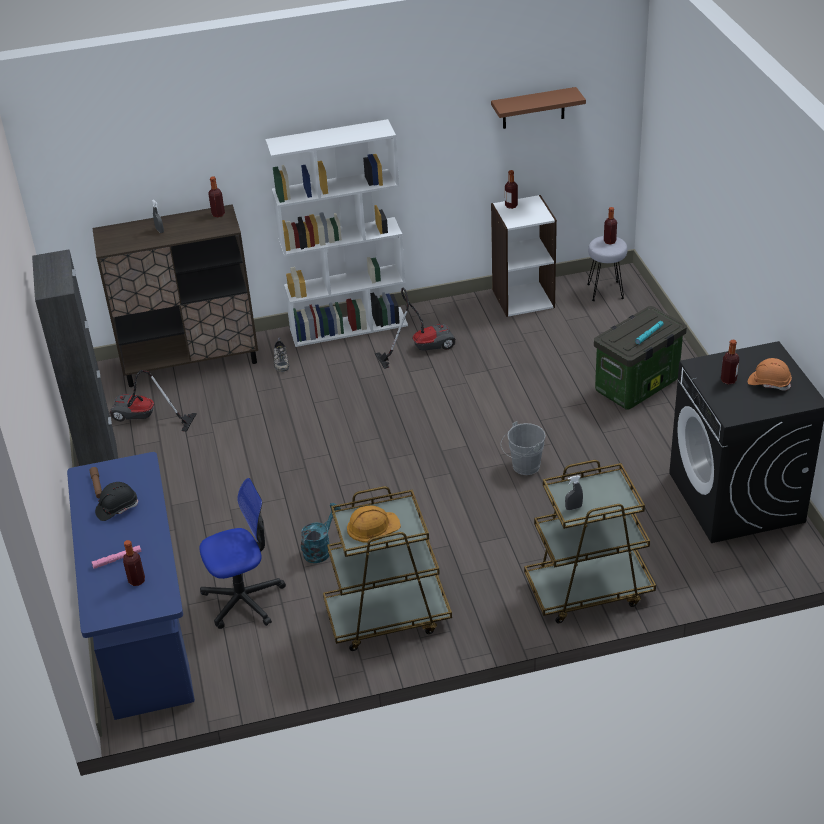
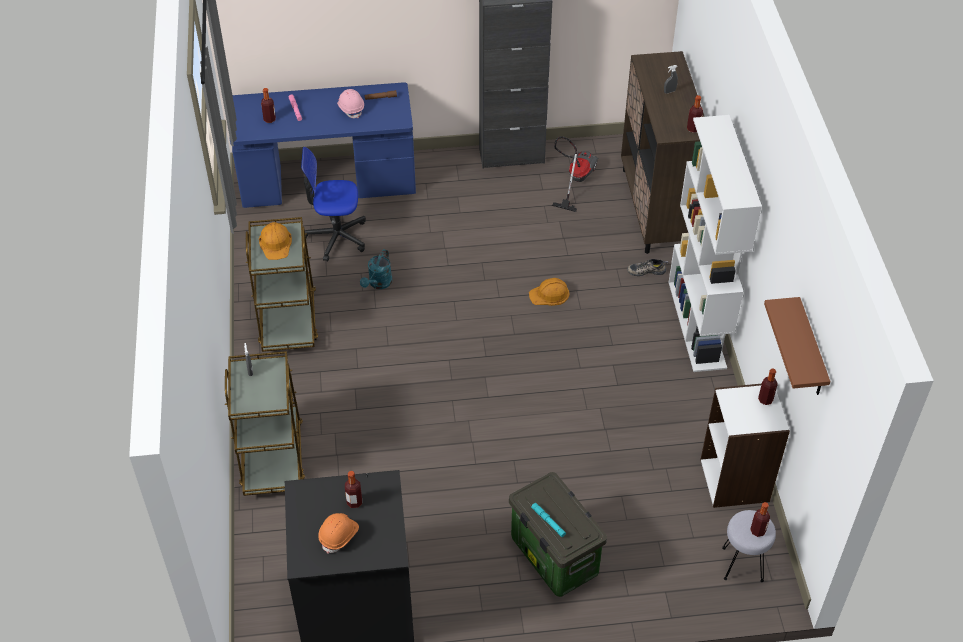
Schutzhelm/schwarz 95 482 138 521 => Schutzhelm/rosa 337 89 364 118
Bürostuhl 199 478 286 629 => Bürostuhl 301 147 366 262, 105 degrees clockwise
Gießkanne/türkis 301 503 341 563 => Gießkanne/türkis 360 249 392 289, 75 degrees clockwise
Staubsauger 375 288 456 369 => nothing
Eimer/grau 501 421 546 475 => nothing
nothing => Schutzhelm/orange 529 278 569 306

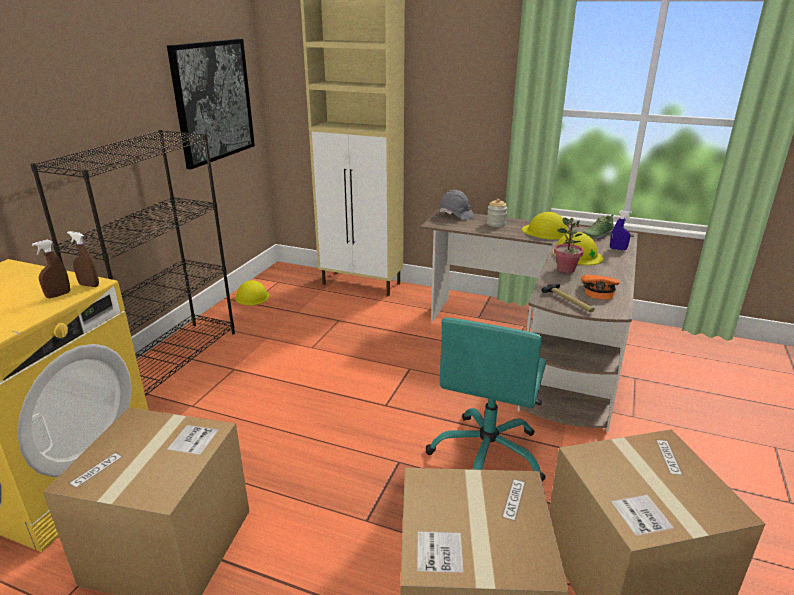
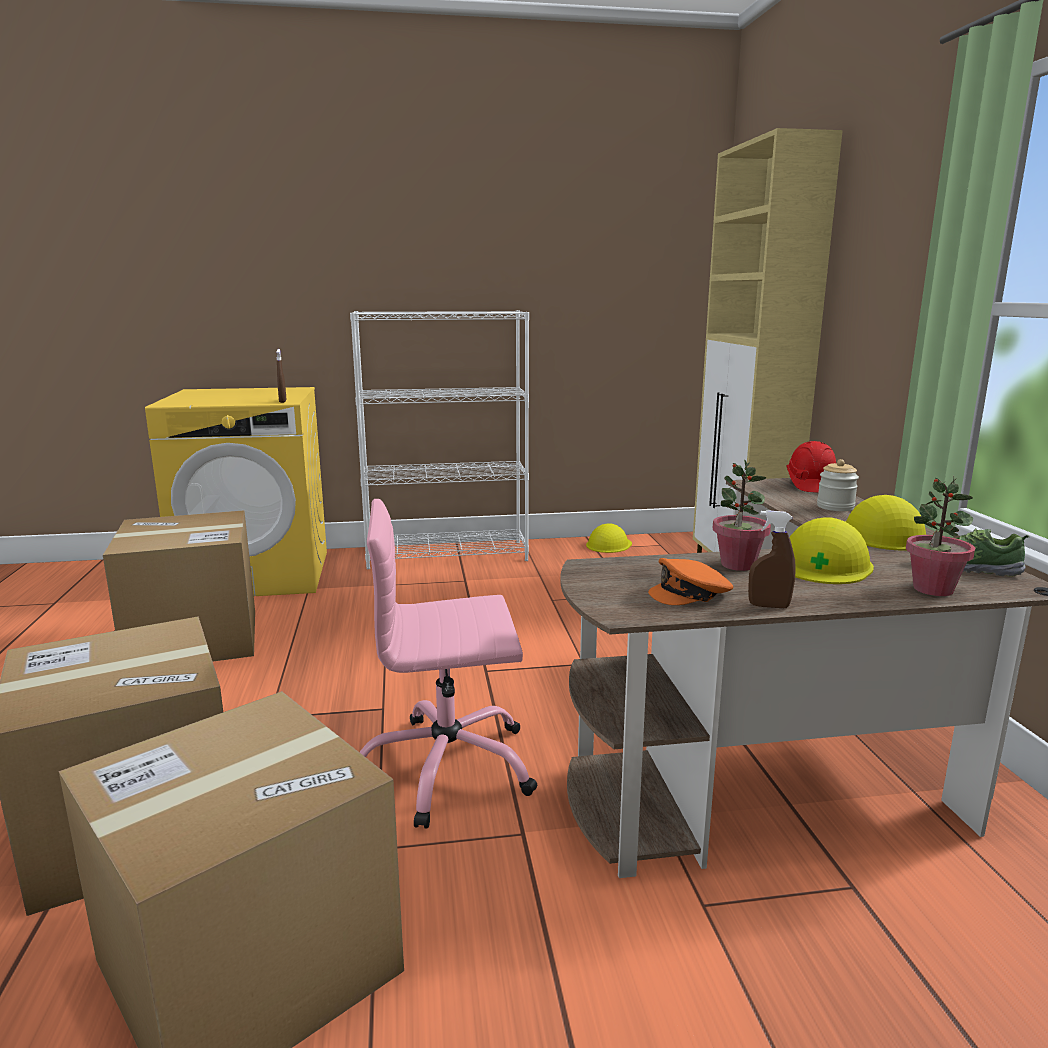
Bücherregal/schwarz 30 130 235 396 => Bücherregal/weiß 350 310 529 569
Sprühflasche/braun 32 240 70 298 => Sprühflasche/braun 748 510 796 608, move
Bild 167 39 255 169 => nothing
Bürostuhl/türkis 426 318 546 482 => Bürostuhl/rosa 360 499 538 829
Schutzhelm/grau 439 190 474 220 => Schutzhelm/rot 787 441 836 493
Hammer 542 284 595 312 => nothing
Sprühflasche/blau 610 210 632 250 => Topfpflanze 906 475 975 596

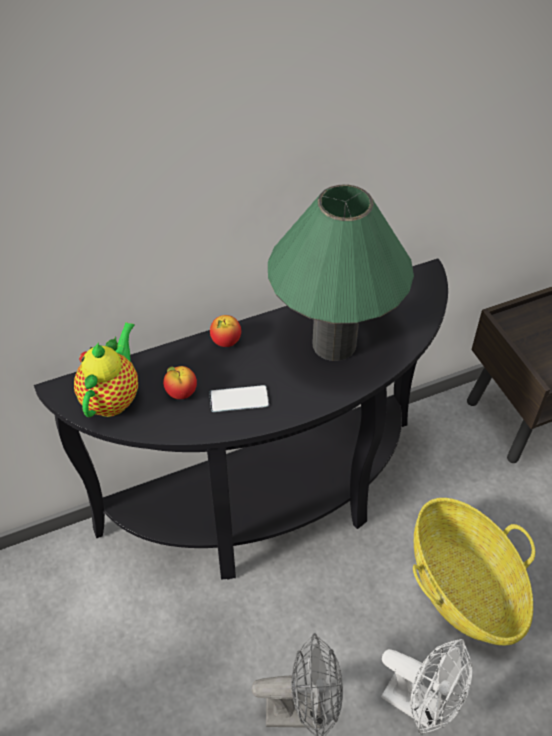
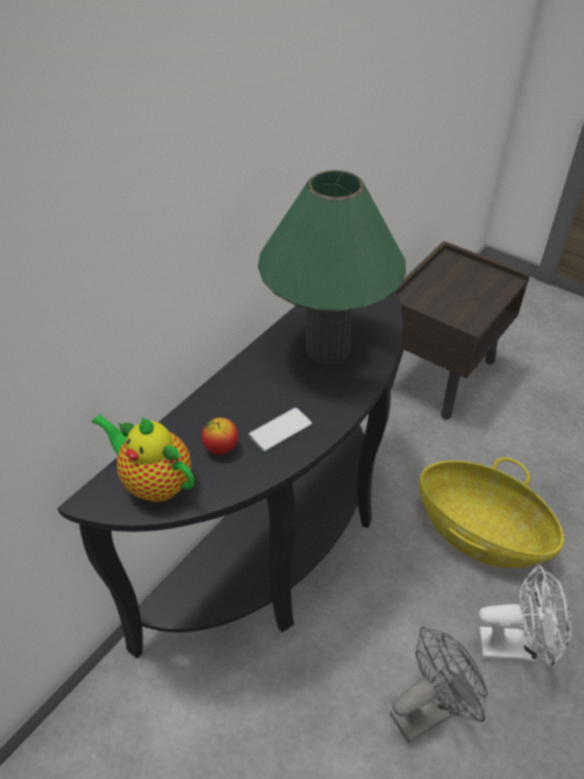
Teekanne 74 322 138 417 => Teekanne 91 414 194 502, 45 degrees counterclockwise
Apfel 210 315 241 347 => nothing

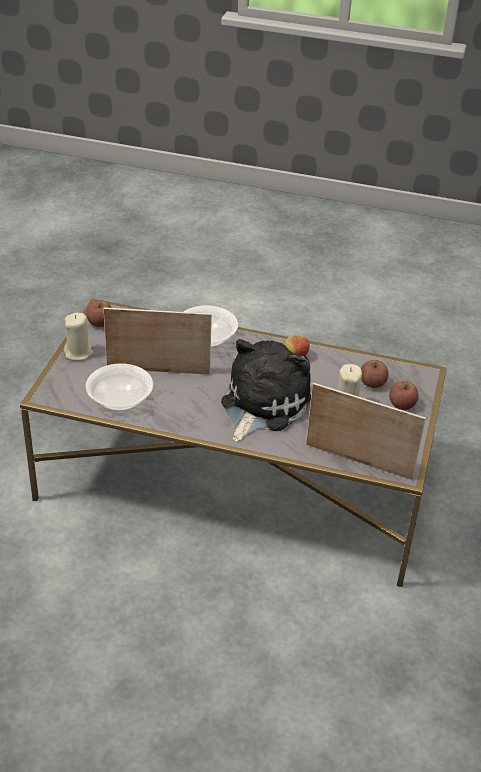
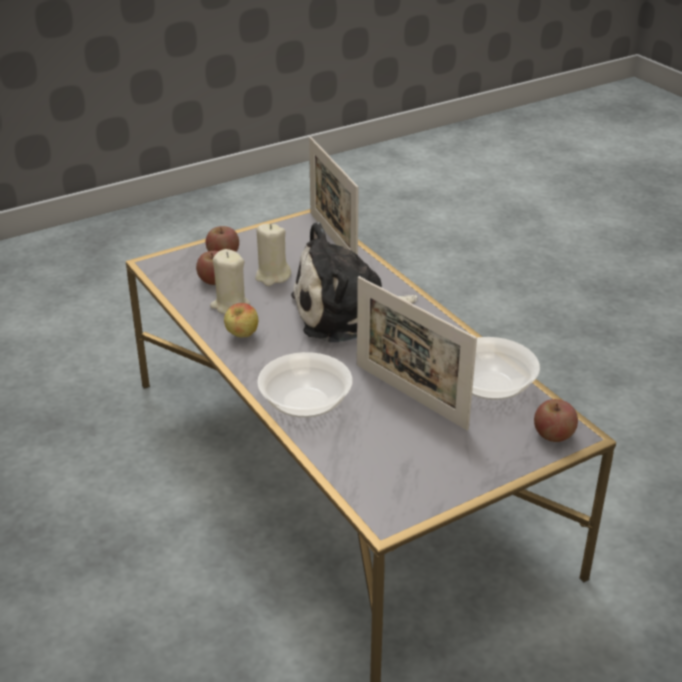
Kerze/beige 64 313 93 361 => Kerze/beige 210 249 250 314, move
Apfel 86 301 112 327 => Apfel 534 399 578 442, move

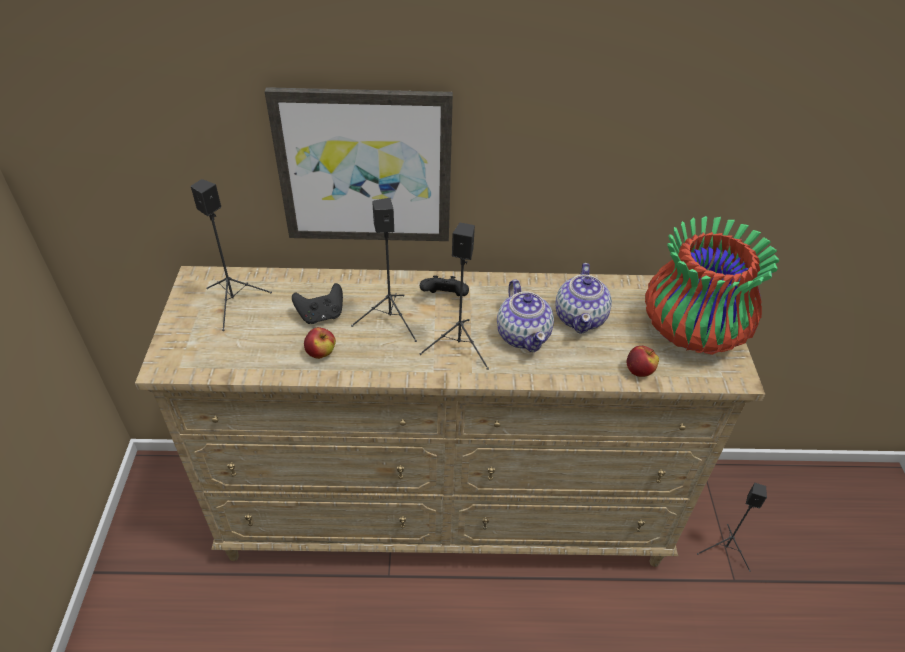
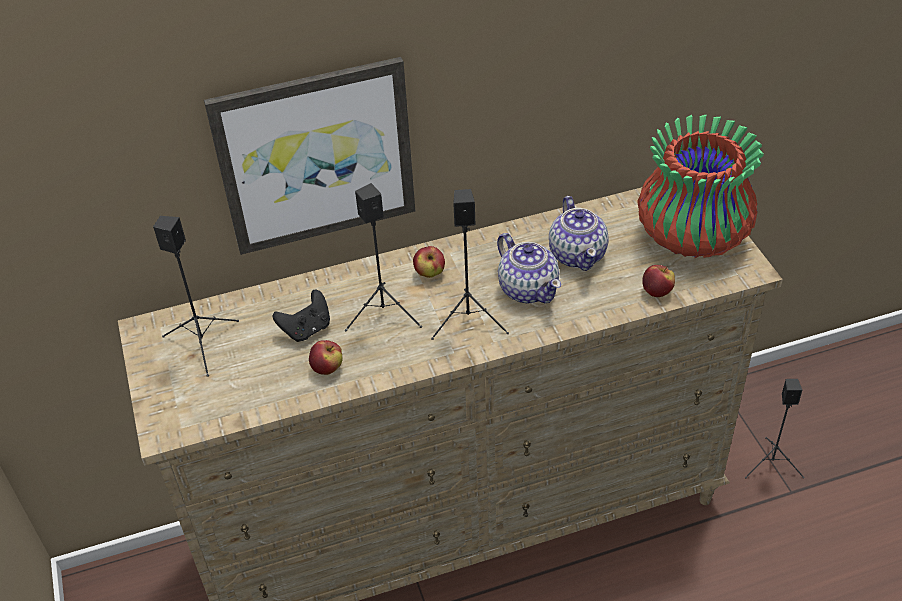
Gamepad/schwarz 420 275 469 296 => Apfel 413 246 445 278

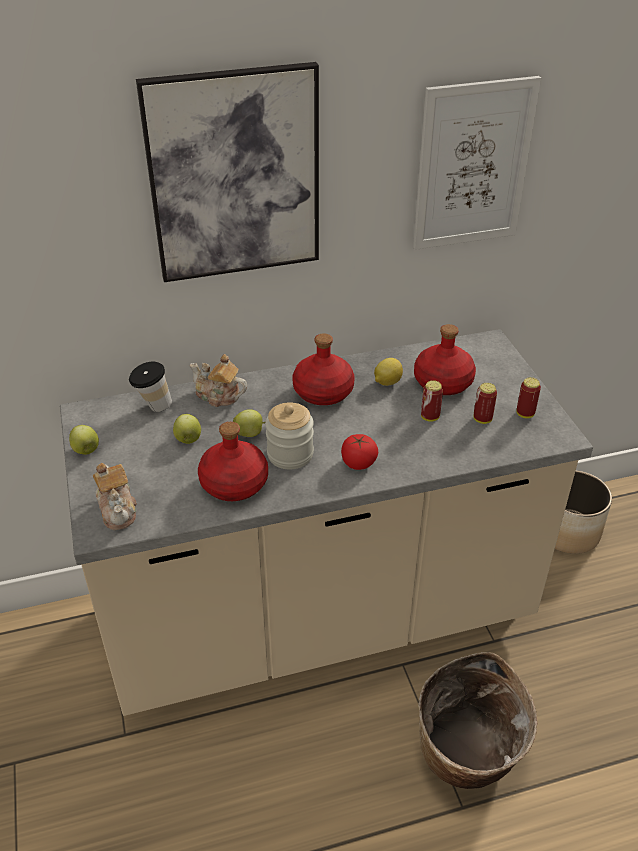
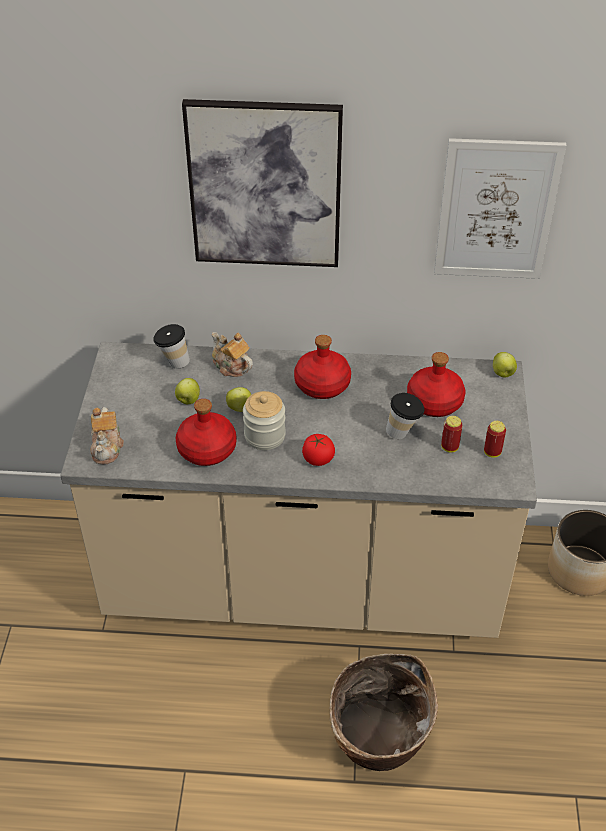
Apfel 69 425 99 455 => Apfel 493 352 517 378, move
Zitrone 374 358 403 386 => nothing
Dose 421 380 443 422 => Tasse 386 393 424 439

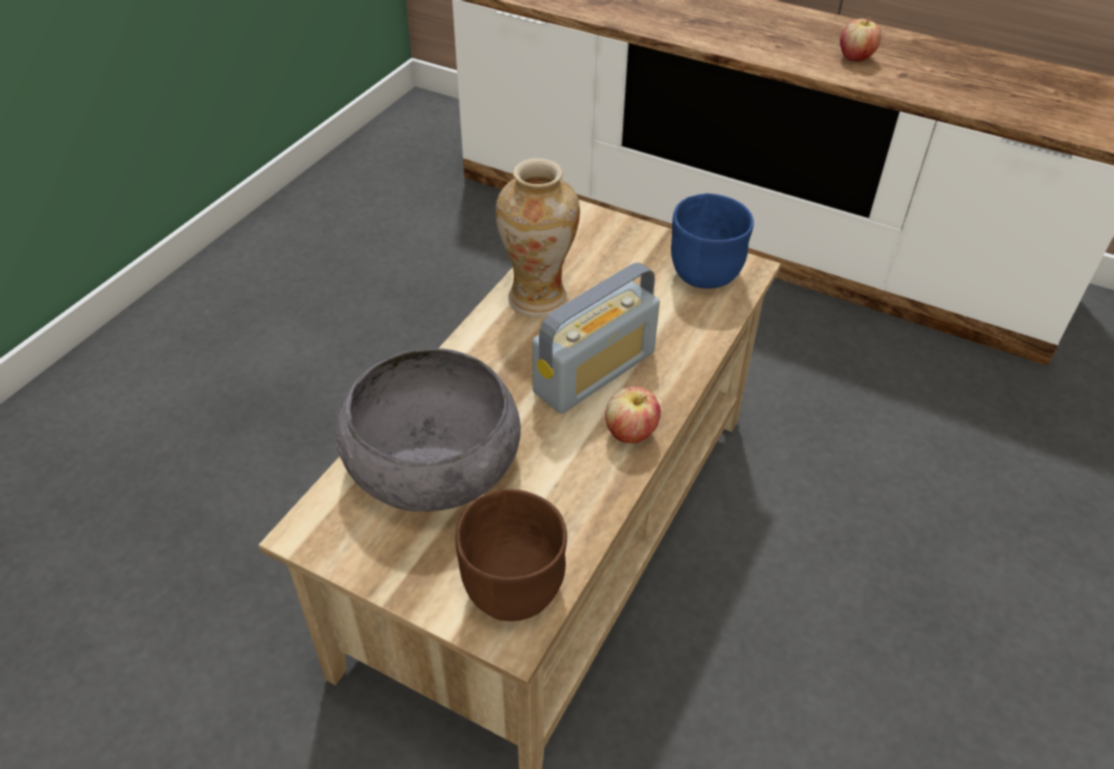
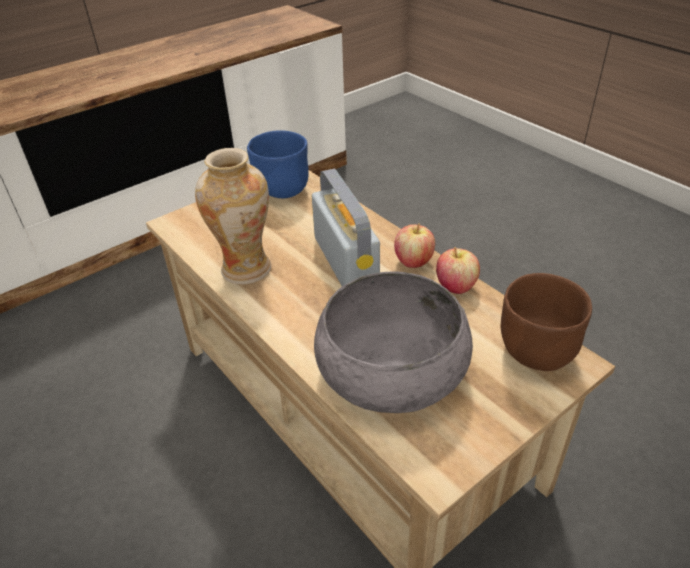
Apfel 840 17 881 62 => Apfel 436 247 480 294, move

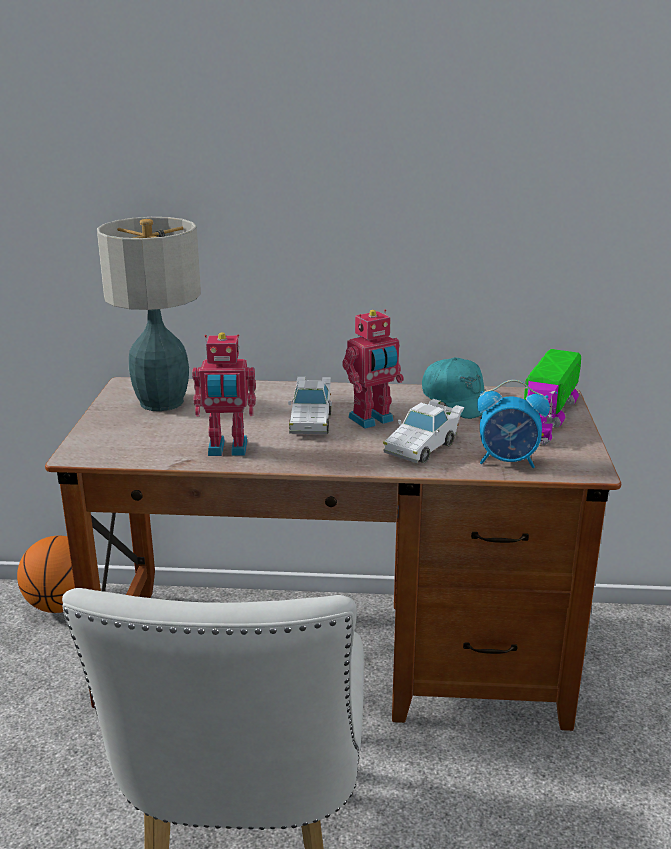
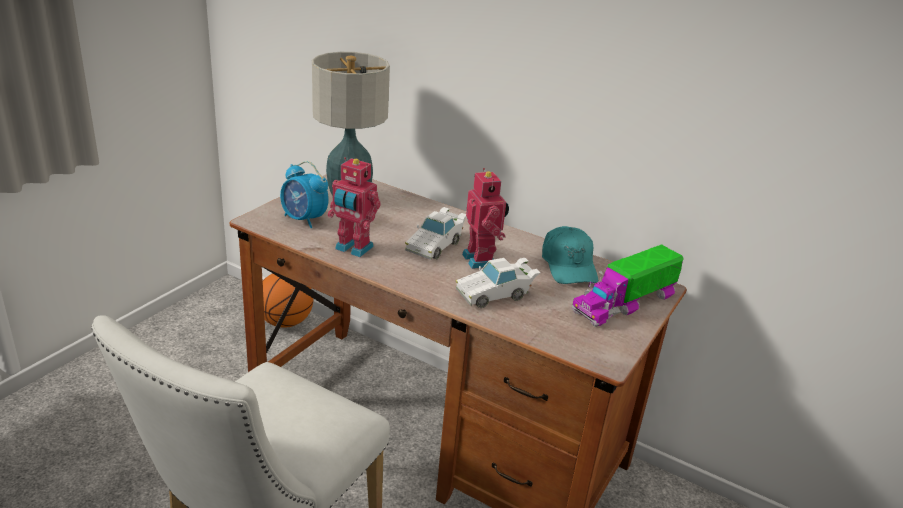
Spielzeugroboter 342 309 404 429 => Spielzeugroboter 462 168 509 269, 105 degrees counterclockwise
Wecker 477 380 550 468 => Wecker 280 161 329 228, move

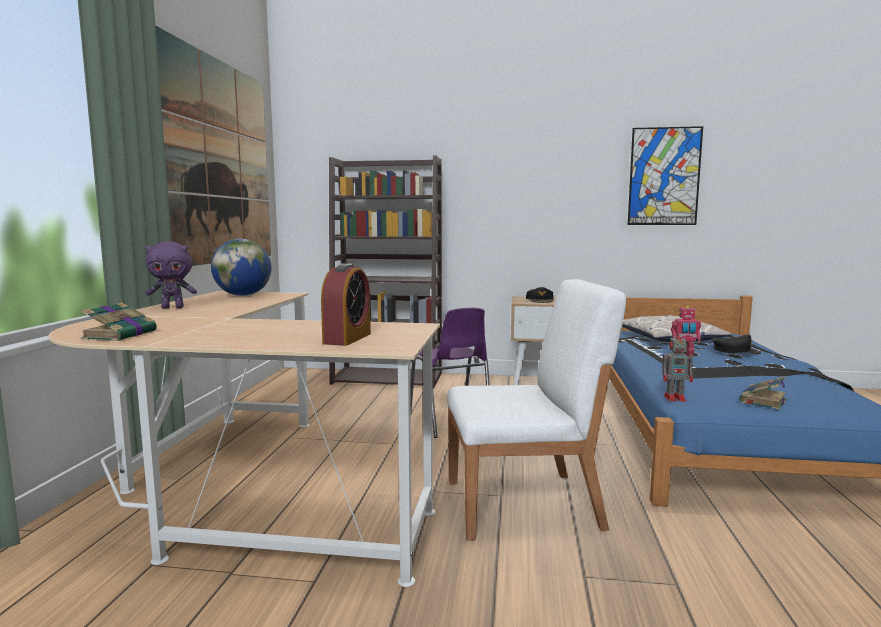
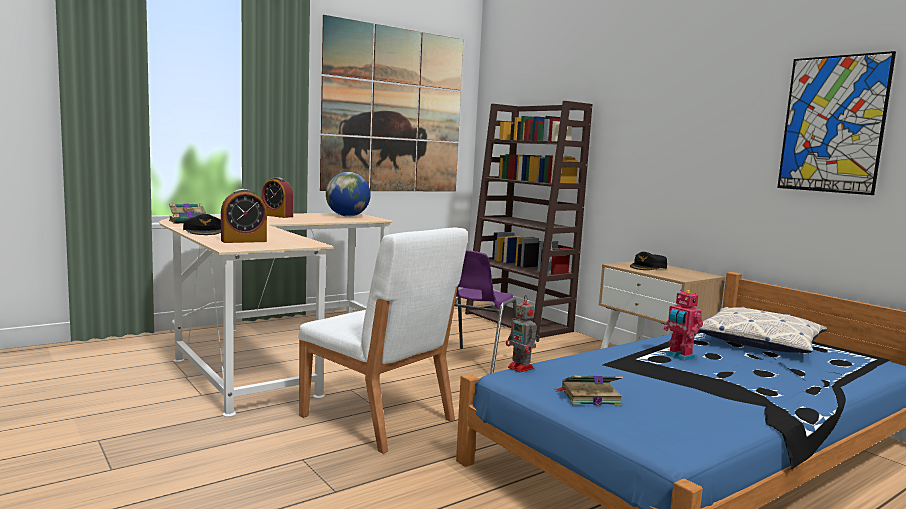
Plüschtier/lila 145 241 197 309 => Wecker 262 177 293 218
Kappe/schwarz 711 334 761 354 => Kappe/schwarz 183 214 221 235, move

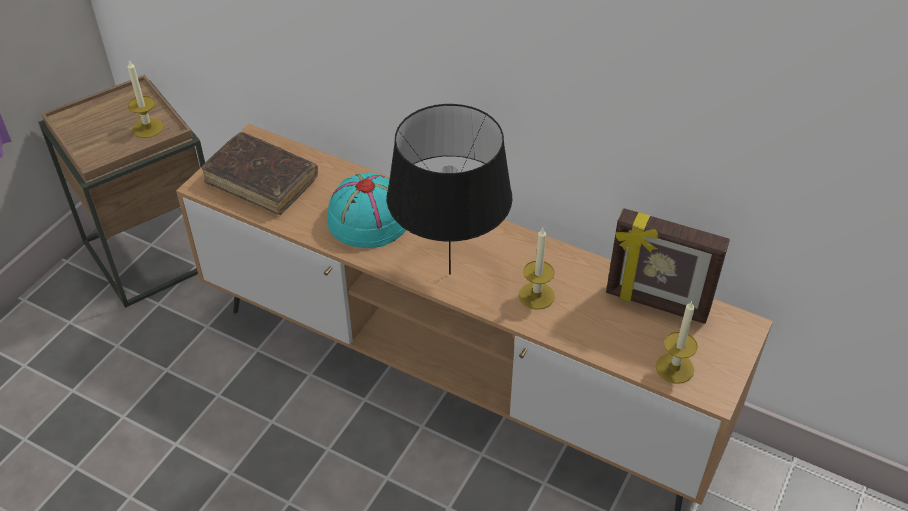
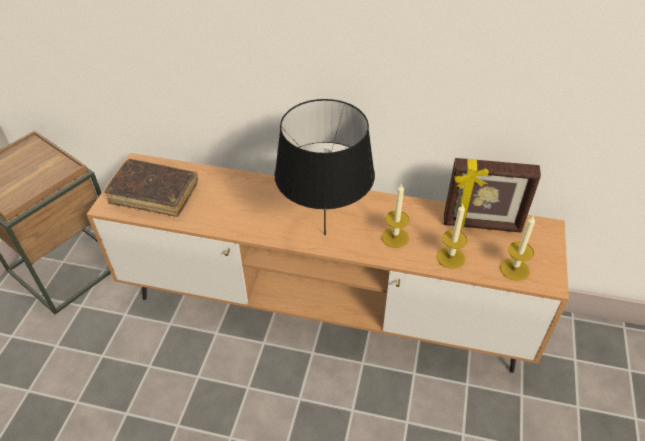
Kerze 128 60 164 138 => Kerze 436 204 468 269, move
Hut/türkis 327 172 406 248 => nothing

